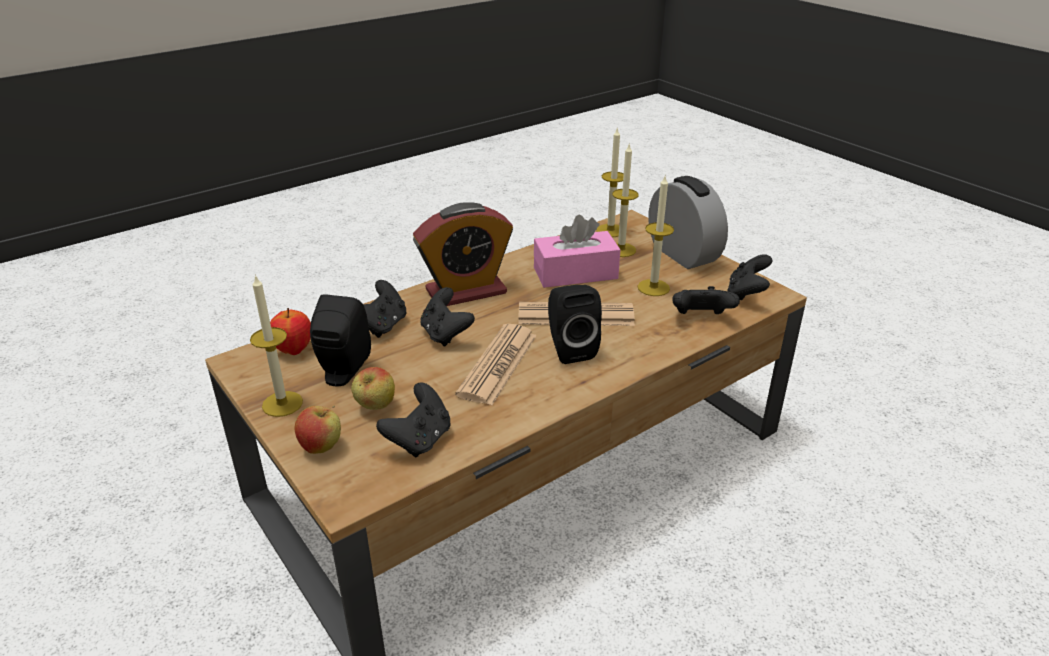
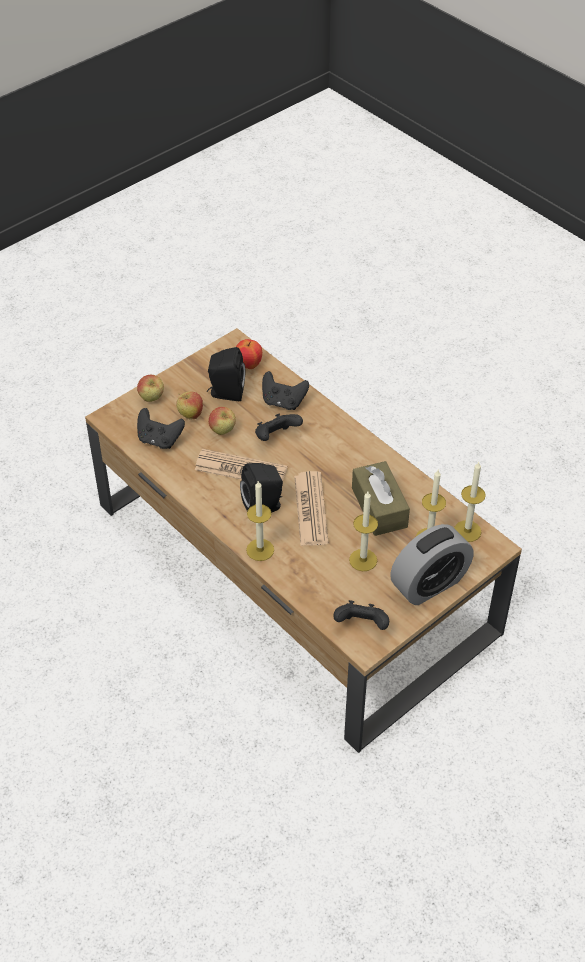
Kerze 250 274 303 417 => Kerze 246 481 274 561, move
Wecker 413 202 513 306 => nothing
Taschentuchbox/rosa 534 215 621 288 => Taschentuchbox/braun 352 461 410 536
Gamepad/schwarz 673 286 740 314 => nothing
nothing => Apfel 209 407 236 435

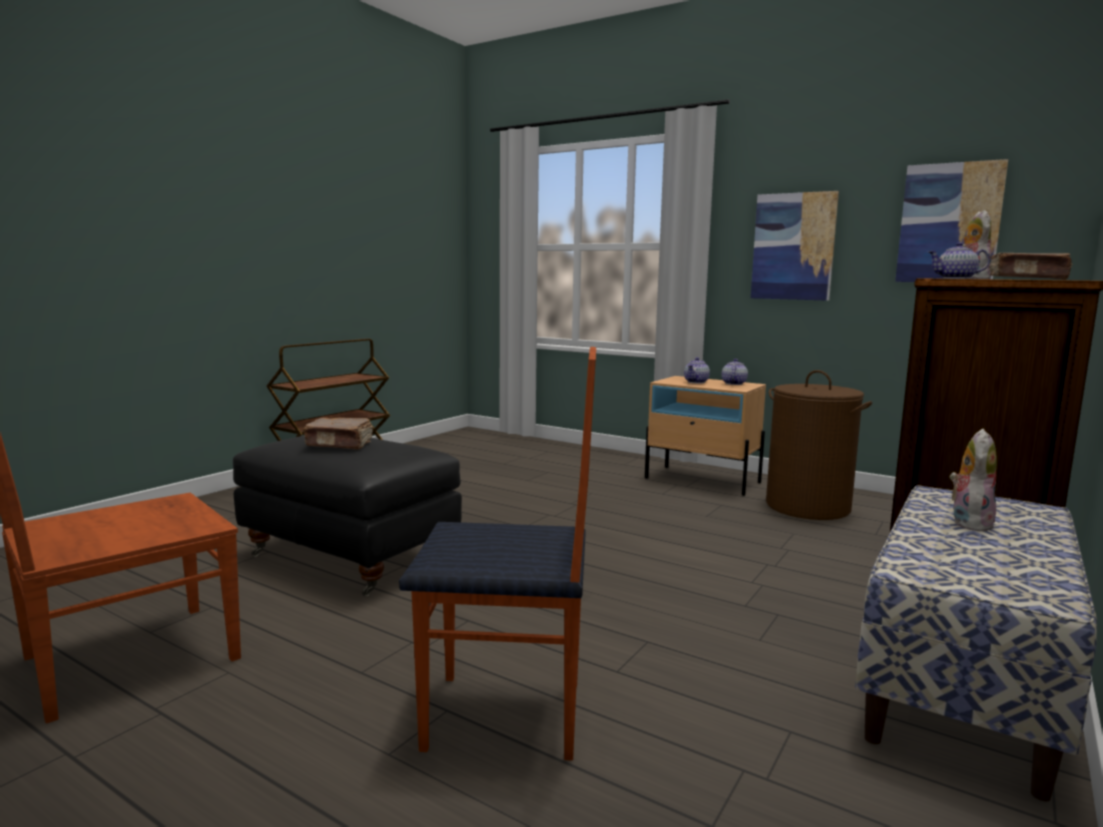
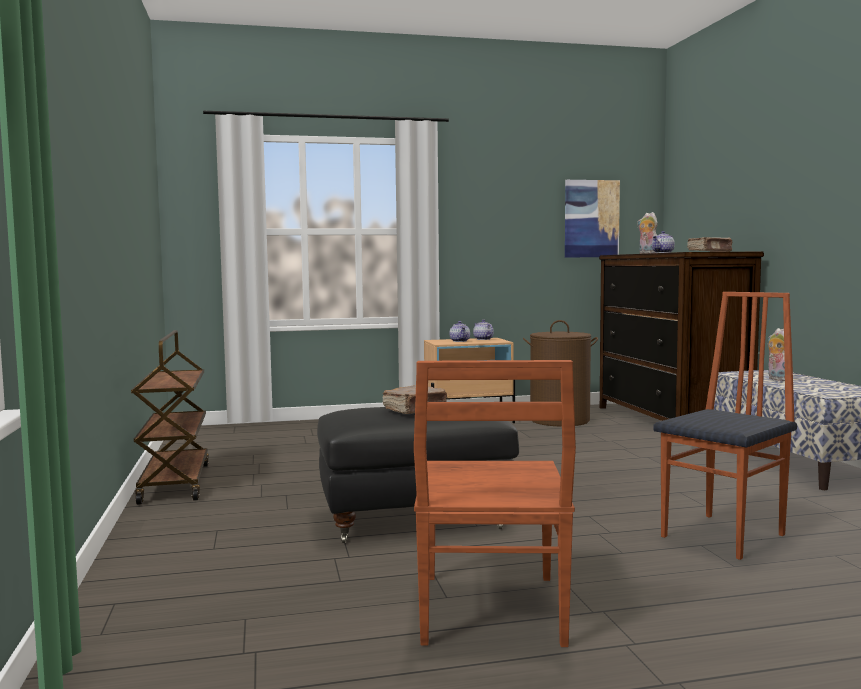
Bild 751 191 839 301 => nothing

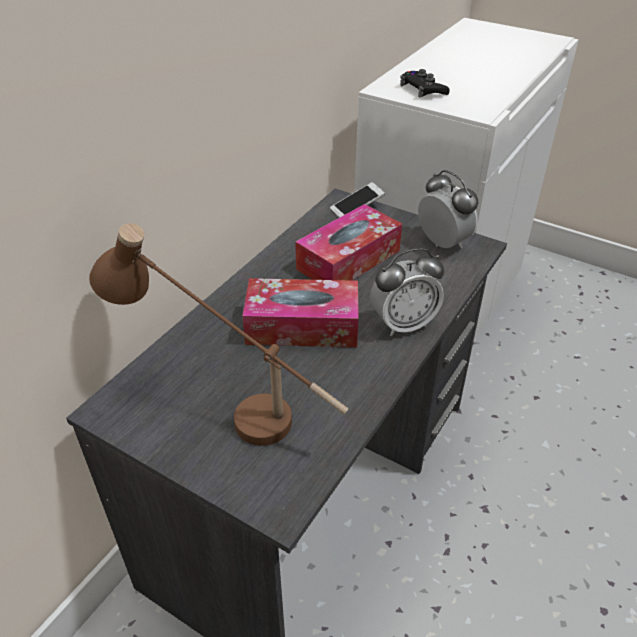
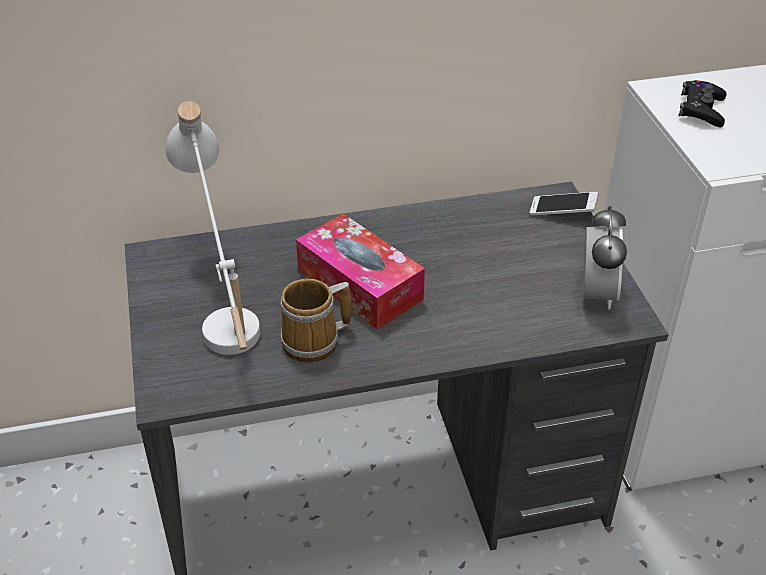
Tischlampe/braun 89 223 349 446 => Tischlampe/weiß 165 101 260 355
Taschentuchbox 295 204 402 281 => nothing
Wecker 370 248 444 336 => nothing
nothing => Henkelbecher 280 278 352 363

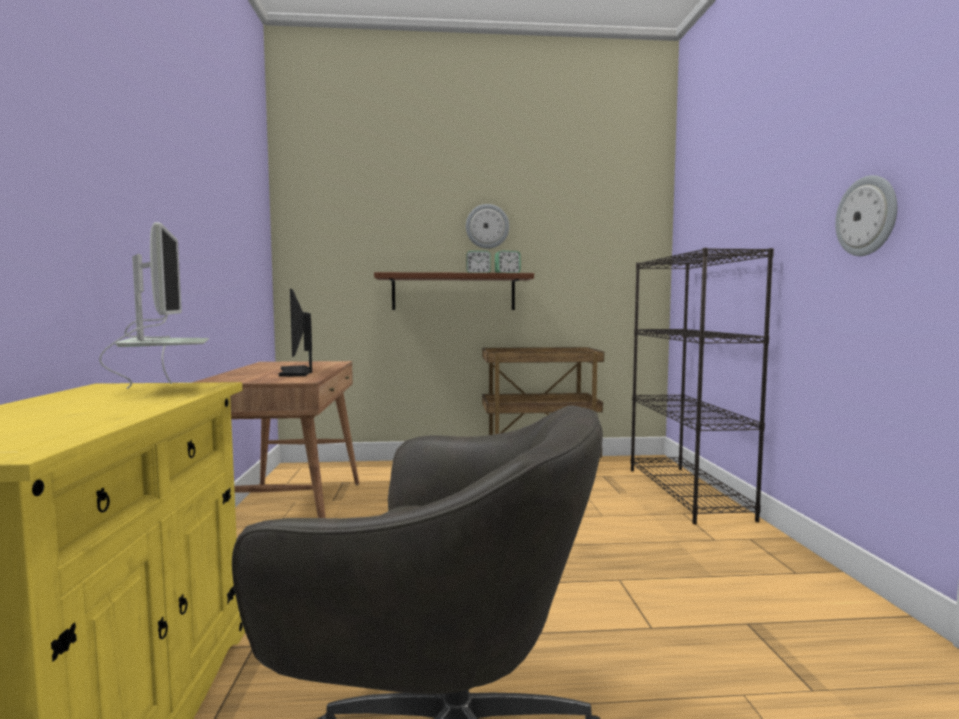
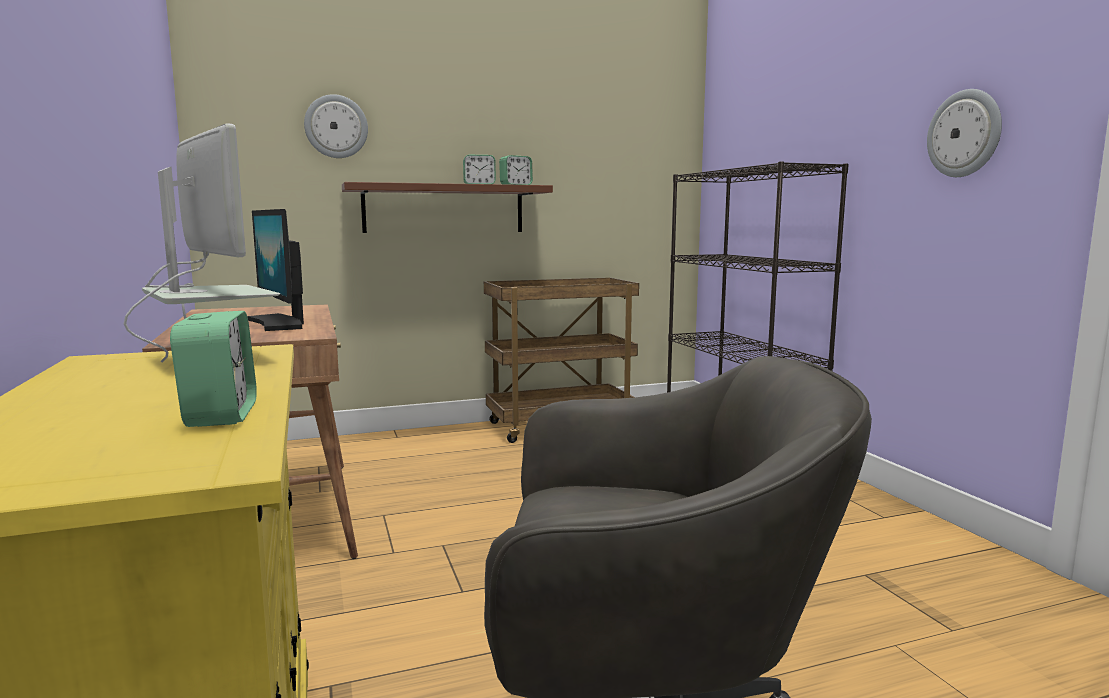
Wanduhr 466 204 509 249 => Wanduhr 304 94 368 158, move
nothing => Wecker 170 311 257 427

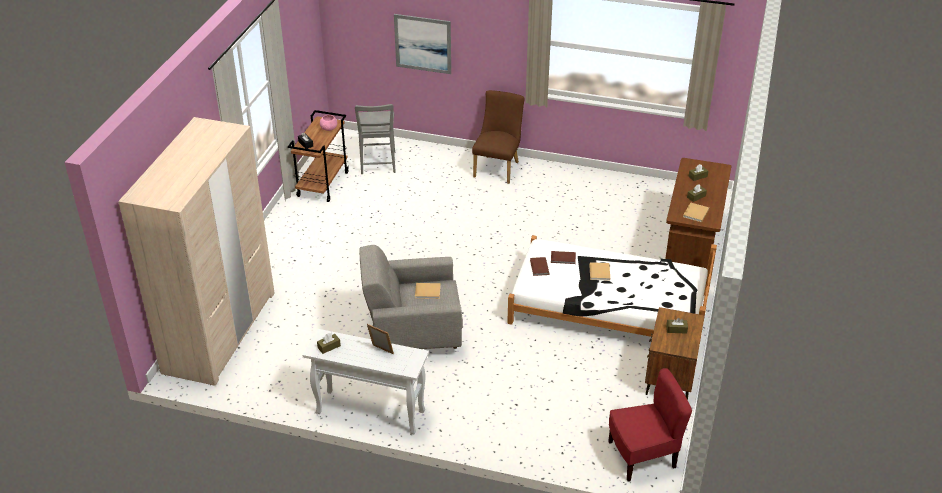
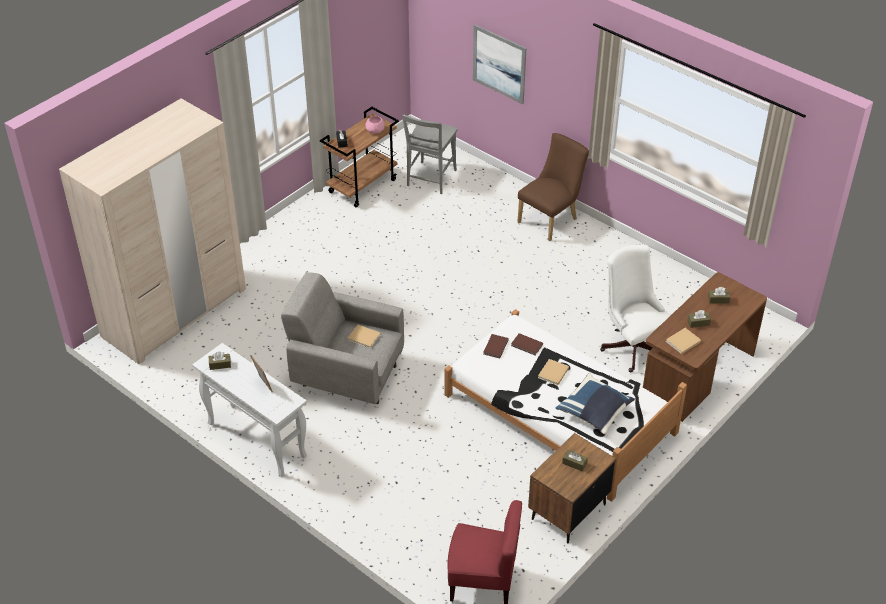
nothing => Kissen/blau 556 373 635 434
nothing => Bürostuhl/weiß 600 245 671 373

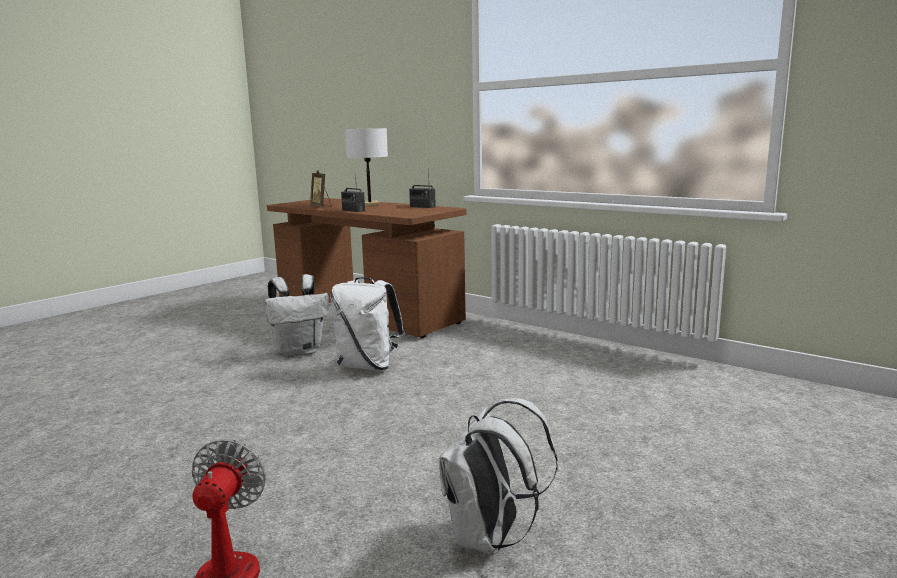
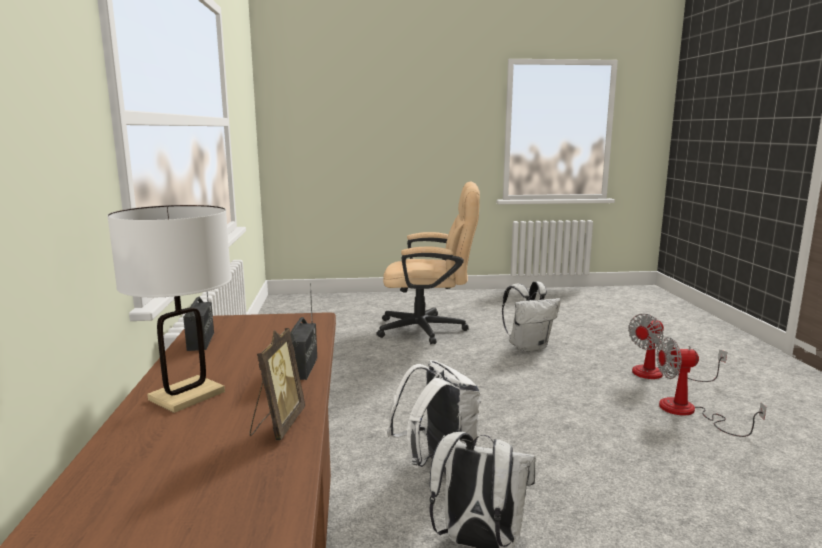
nothing => Bürostuhl/beige 377 182 480 344
nothing => Ventilator 657 337 766 437

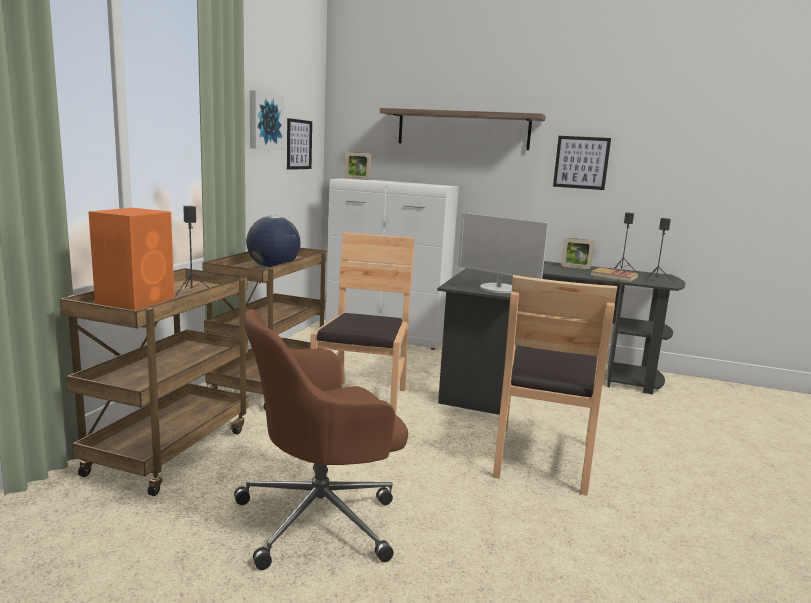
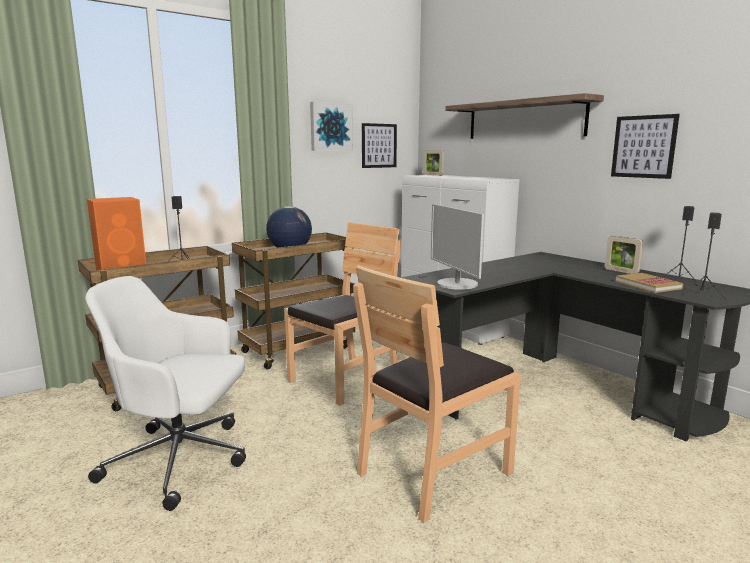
Bürostuhl/braun 234 309 408 570 => Bürostuhl/weiß 86 276 246 511

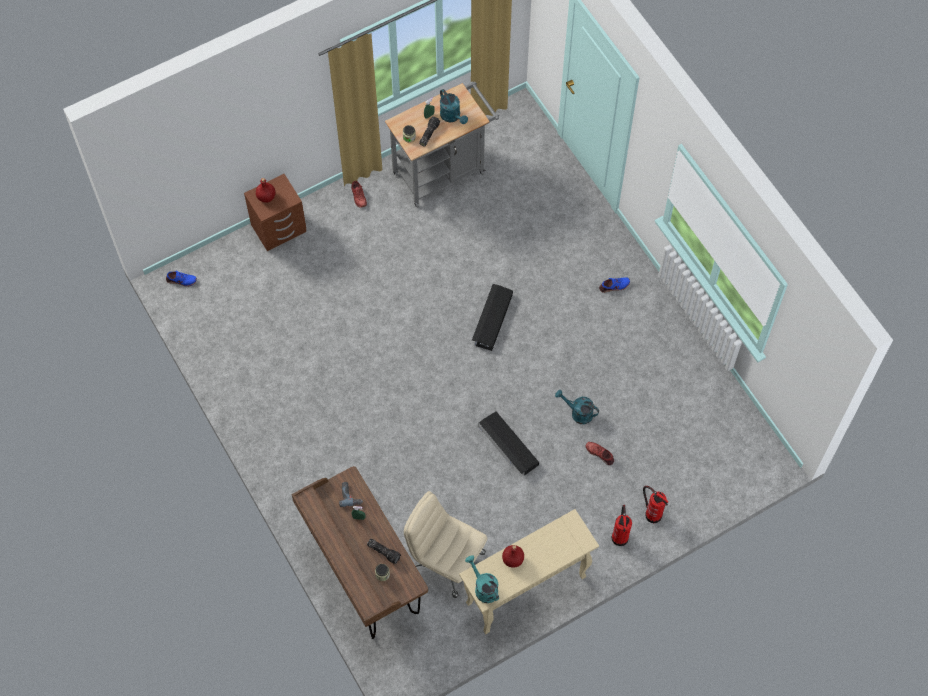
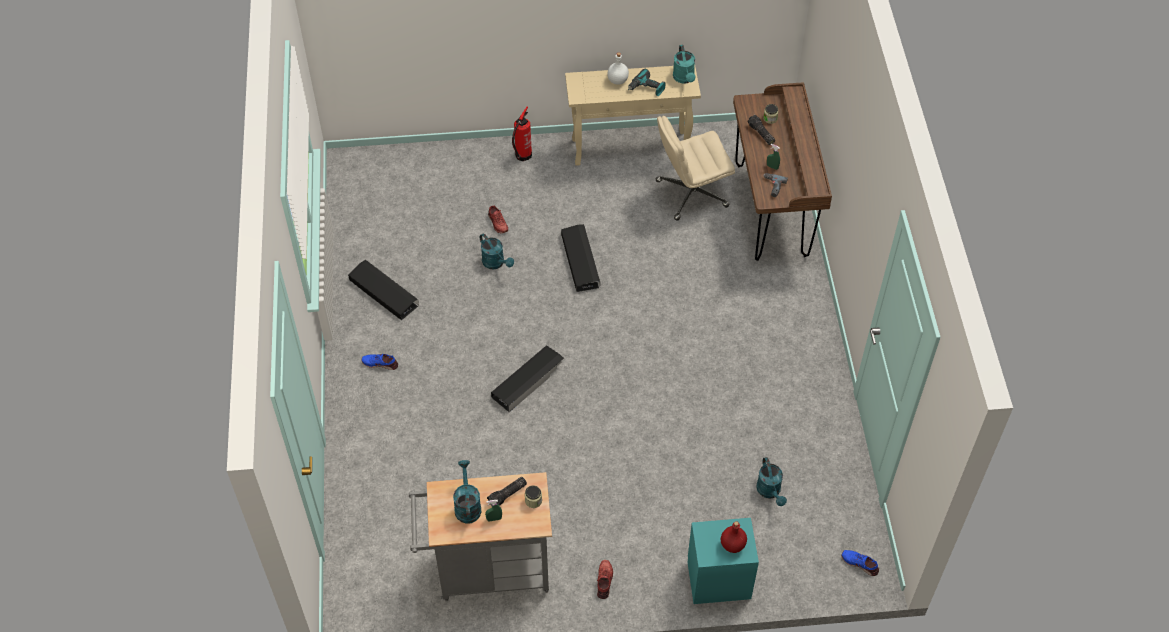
Nachttisch/braun 244 174 306 251 => Nachttisch/türkis 687 518 759 604
Bürostuhl/beige 404 491 487 598 => Bürostuhl/beige 656 116 735 221, 105 degrees clockwise
Flasche/rot 502 545 524 568 => Bohrmaschine 628 69 666 96
Feuerlöscher 643 486 668 523 => nothing
nothing => Aufbewahrungsbox/schwarz 348 260 419 320
nothing => Flasche/weiß 607 52 629 85
nothing => Gießkanne/türkis 756 457 787 506

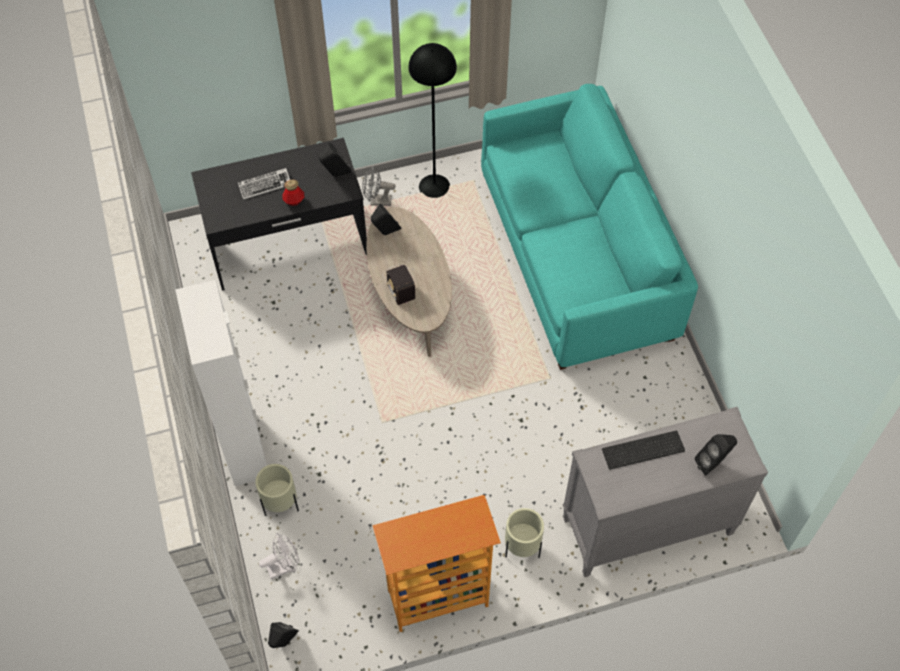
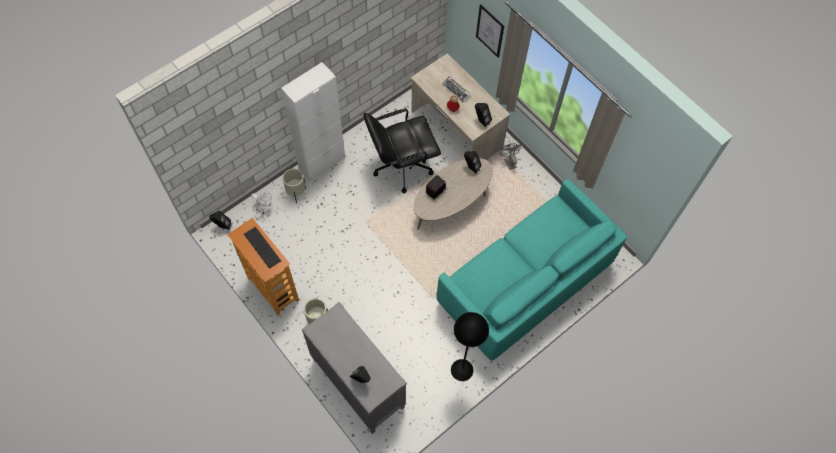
Schreibtisch/schwarz 191 138 367 291 => Schreibtisch/beige 410 53 510 160
Stehlampe/schwarz 408 43 457 198 => Stehlampe/schwarz 451 312 489 381, move
Tastatur 602 431 685 470 => Tastatur 244 227 281 269, move
nothing => Bürostuhl/schwarz 364 108 441 193
nothing => Bild 476 4 504 58

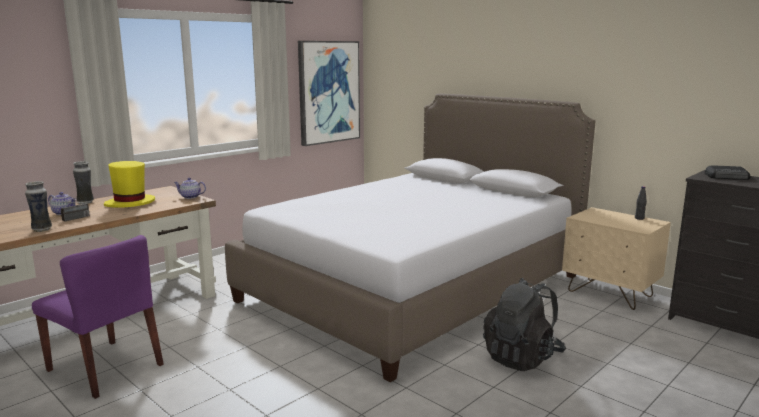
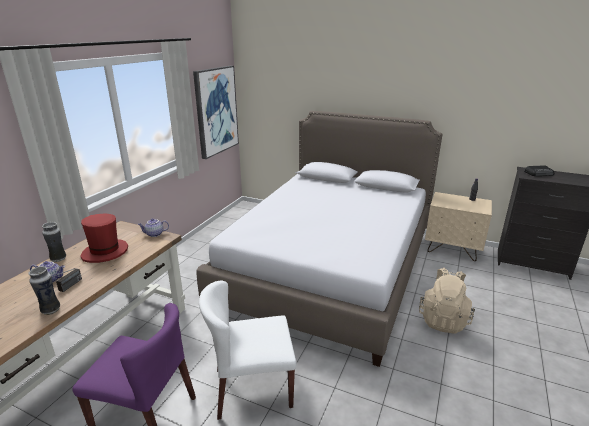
Hut/gelb 104 161 155 208 => Hut/rot 81 213 128 263
Rucksack/schwarz 483 278 566 371 => Rucksack/beige 419 268 475 334
nothing => Stuhl/weiß 199 281 297 420

